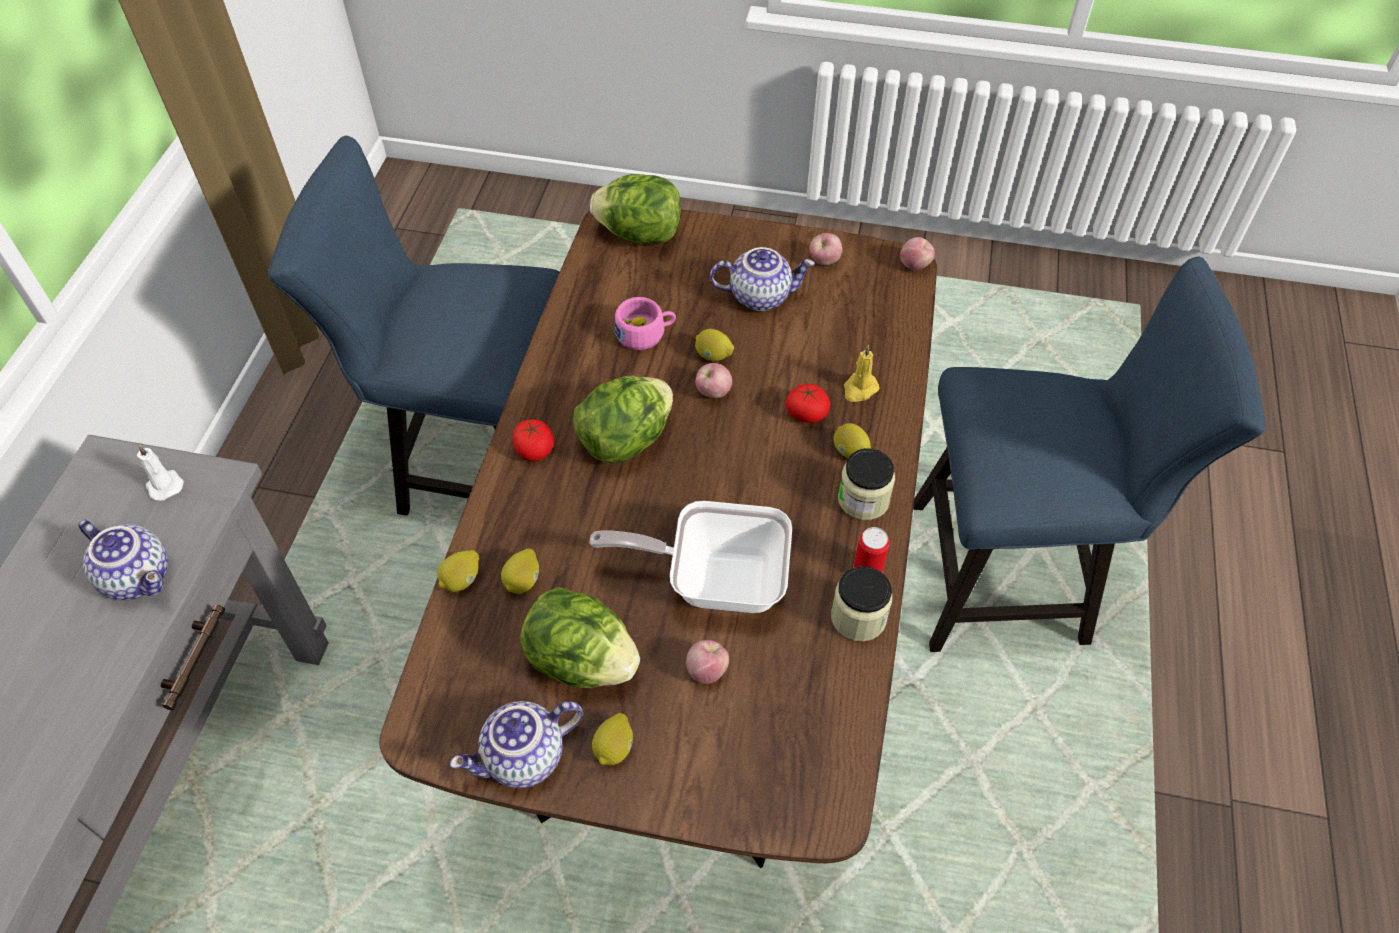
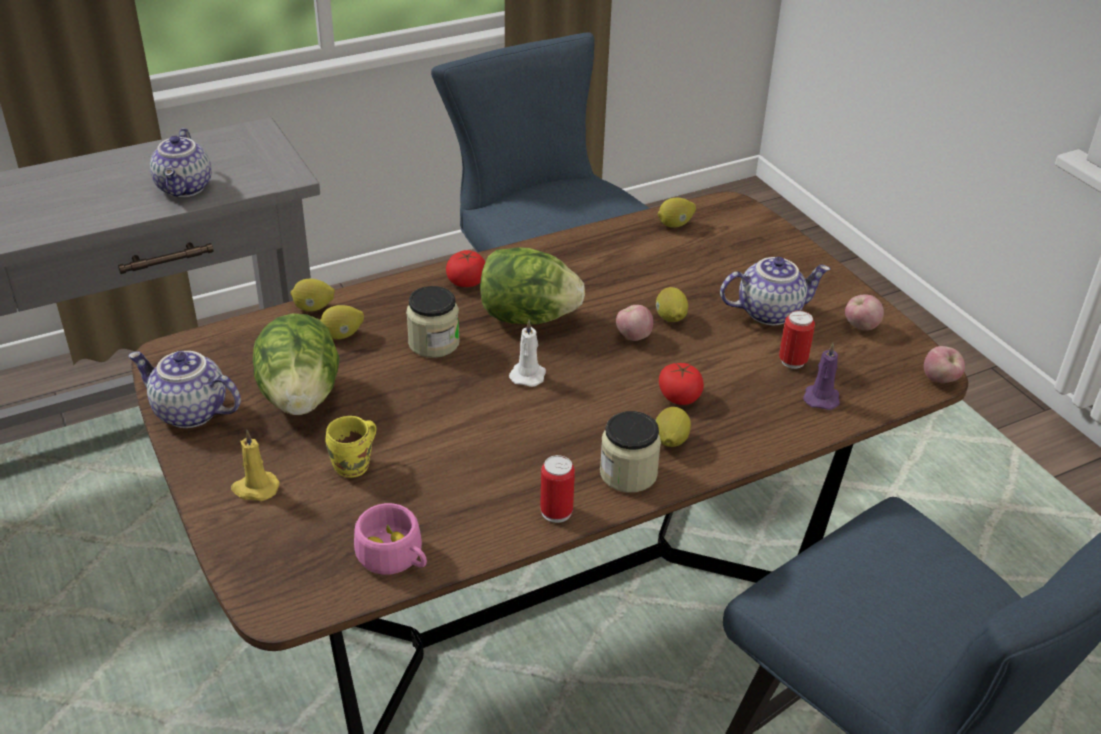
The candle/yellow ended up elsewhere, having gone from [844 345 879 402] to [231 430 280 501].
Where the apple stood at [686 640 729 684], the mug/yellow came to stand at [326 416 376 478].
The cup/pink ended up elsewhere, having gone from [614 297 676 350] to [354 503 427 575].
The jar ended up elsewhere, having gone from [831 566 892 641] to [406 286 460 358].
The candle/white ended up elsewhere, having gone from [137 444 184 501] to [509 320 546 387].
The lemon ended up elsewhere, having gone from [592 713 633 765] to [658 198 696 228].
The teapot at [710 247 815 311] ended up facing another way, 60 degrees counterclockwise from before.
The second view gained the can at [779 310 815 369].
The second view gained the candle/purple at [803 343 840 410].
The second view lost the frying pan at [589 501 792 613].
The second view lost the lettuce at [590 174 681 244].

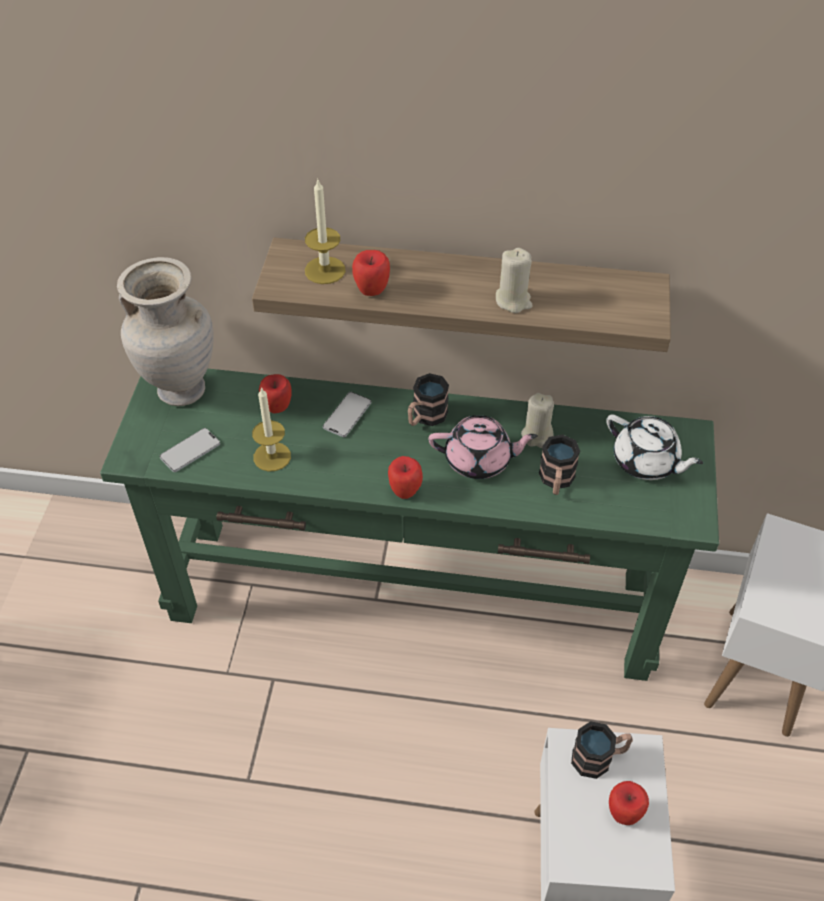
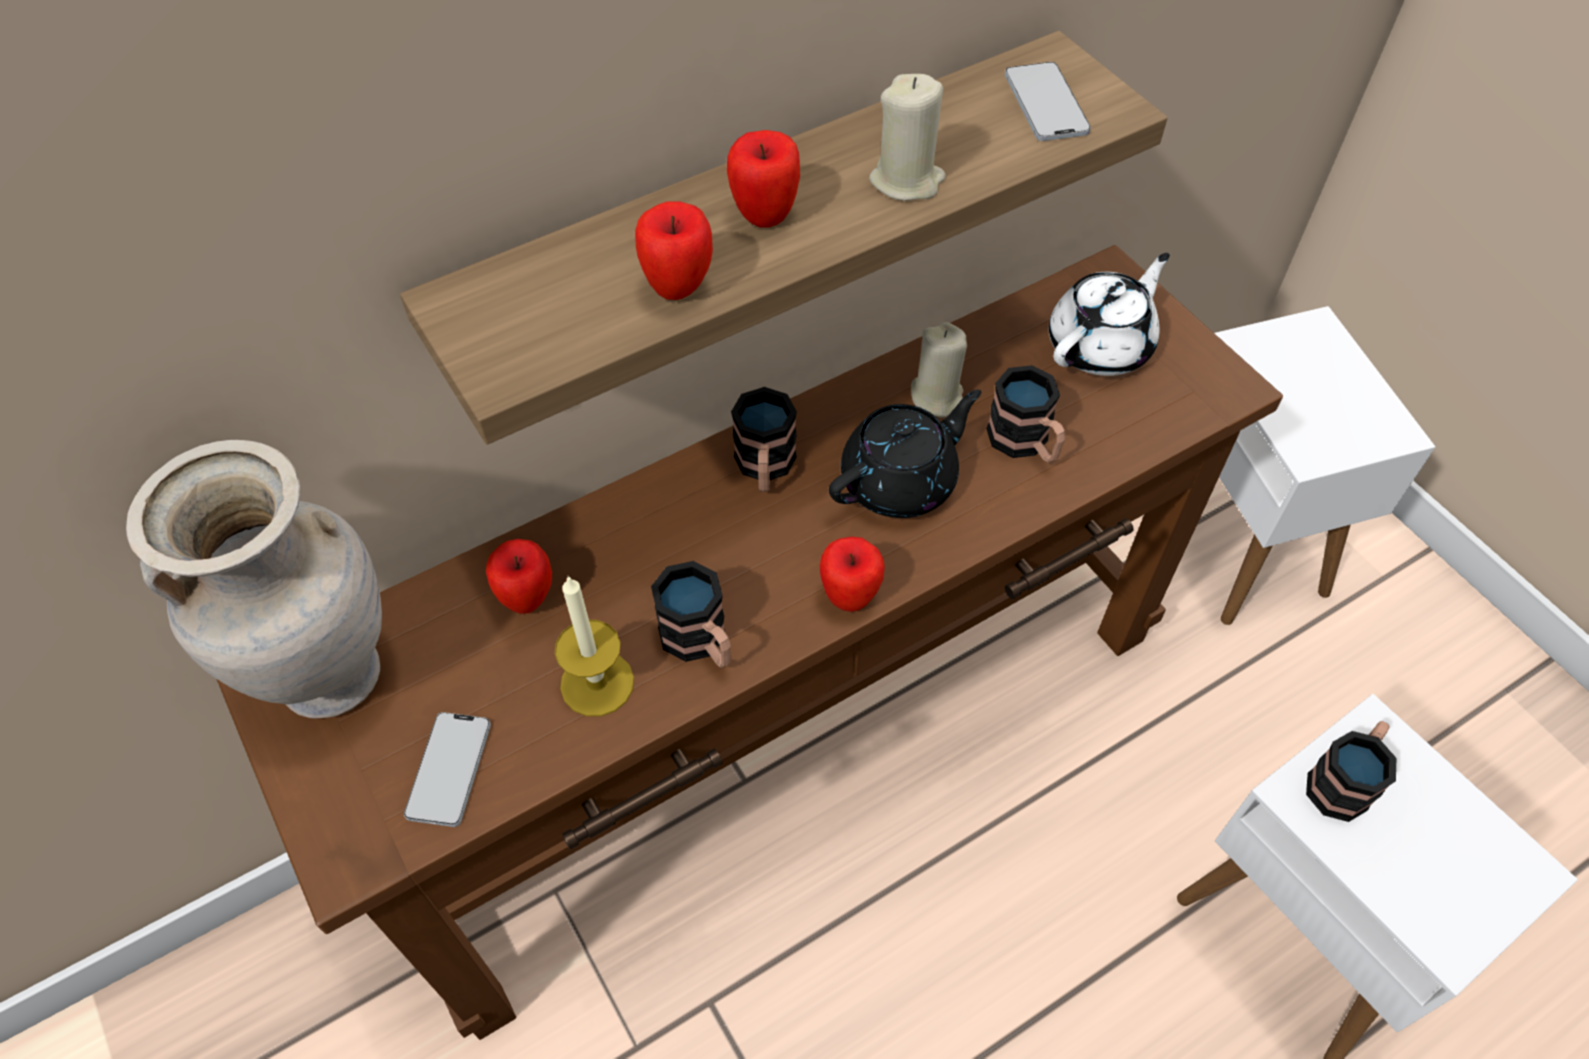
What was the console table/green at [100 369 719 681] turned into the console table/brown at [217 245 1283 1040].
The second view gained the mug at [651 561 731 668].
The apple ended up elsewhere, having gone from [609 781 649 825] to [727 130 800 227].
What was the teapot/pink at [429 415 538 479] turned into the teapot/black at [829 390 981 518].
The phone ended up elsewhere, having gone from [323 392 371 437] to [1005 62 1091 141].
The teapot/white at [606 414 703 480] ended up facing another way, 45 degrees counterclockwise from before.
The second view lost the candle at [305 178 346 284].

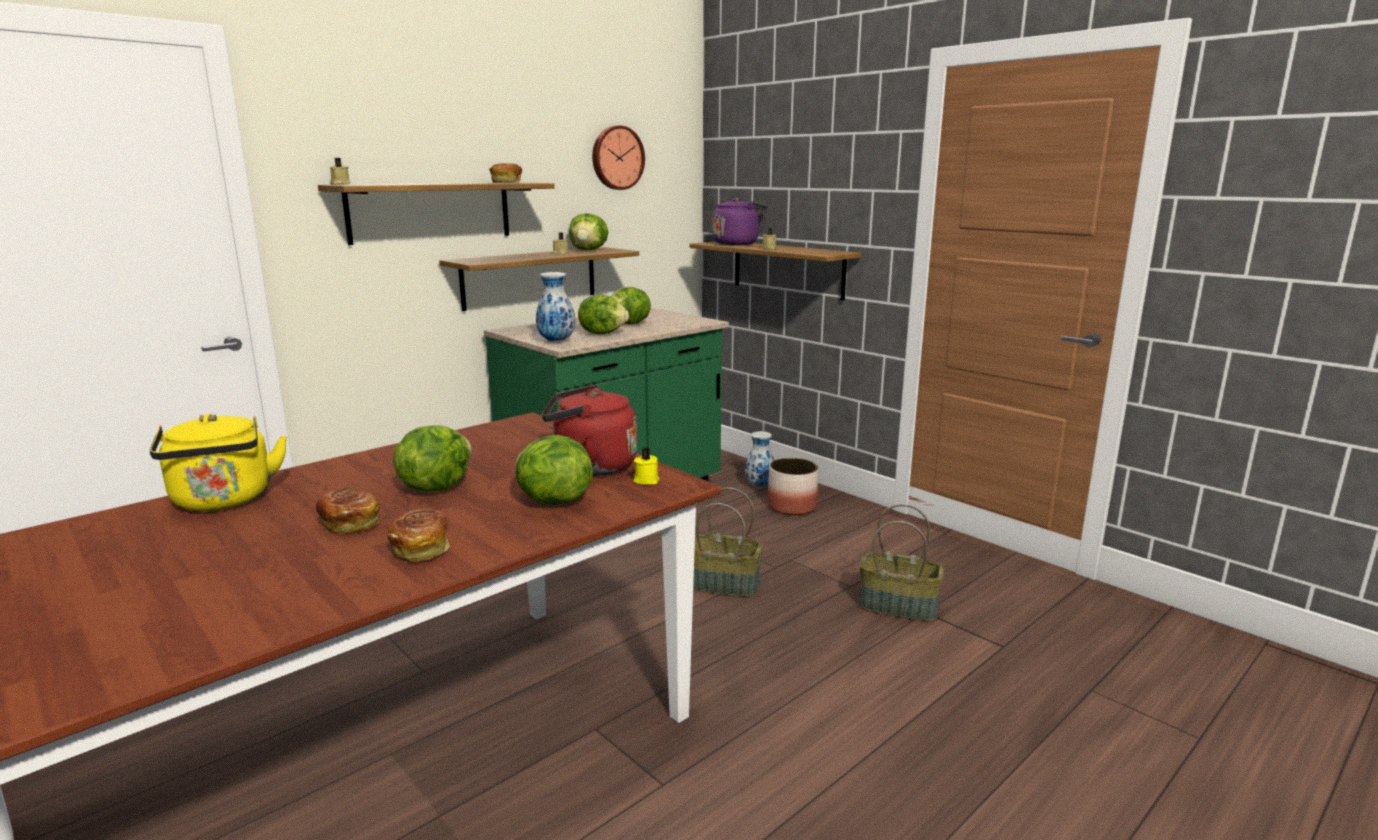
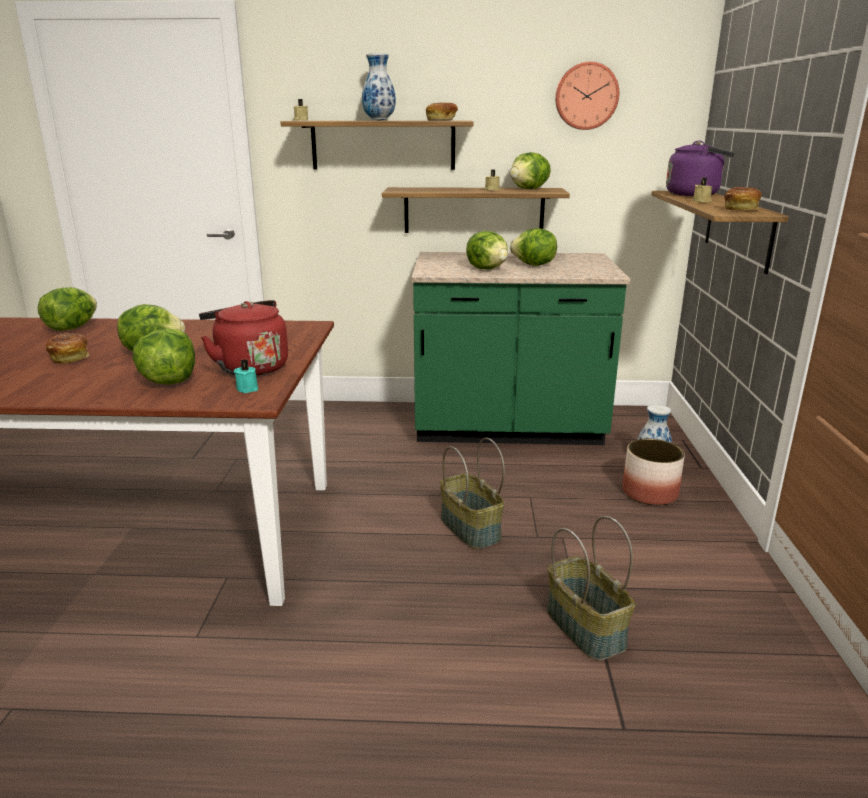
Where the kettle/yellow stood at [150 414 287 511], the lettuce came to stand at [38 287 97 331].
What was the candle/yellow at [633 447 659 485] turned into the candle/turquoise at [234 359 258 393].
The vase ended up elsewhere, having gone from [536 272 575 343] to [362 53 396 121].
The bread ended up elsewhere, having gone from [387 508 450 562] to [724 187 762 210].

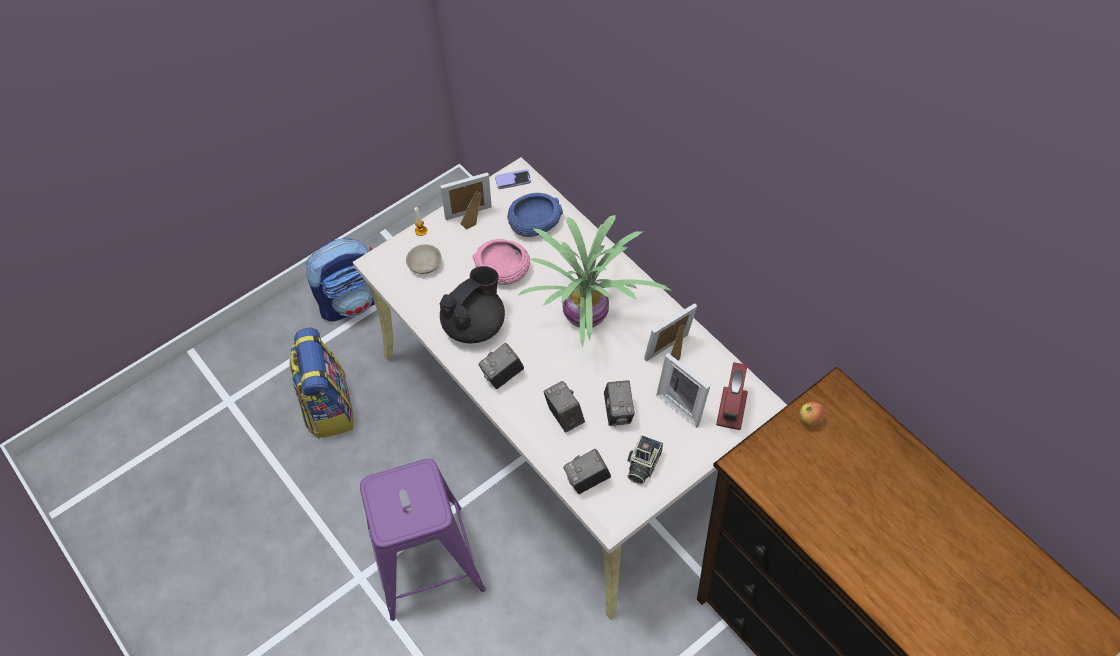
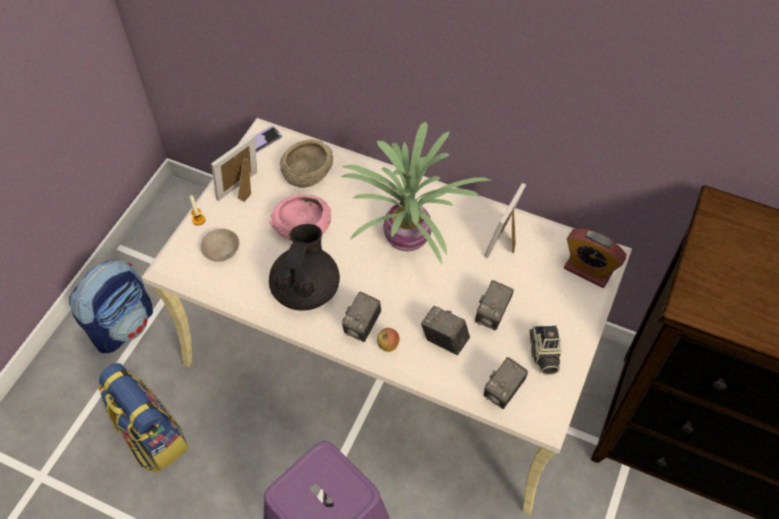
What was the bowl/blue at [507 193 563 237] turned into the bowl/beige at [280 140 333 188].
The apple ended up elsewhere, having gone from [799 402 825 427] to [377 328 400 352].
The photo camera at [604 381 635 427] ended up facing another way, 60 degrees clockwise from before.
The alarm clock at [716 362 748 430] ended up facing another way, 45 degrees counterclockwise from before.
The second view lost the picture frame at [656 353 710 428].

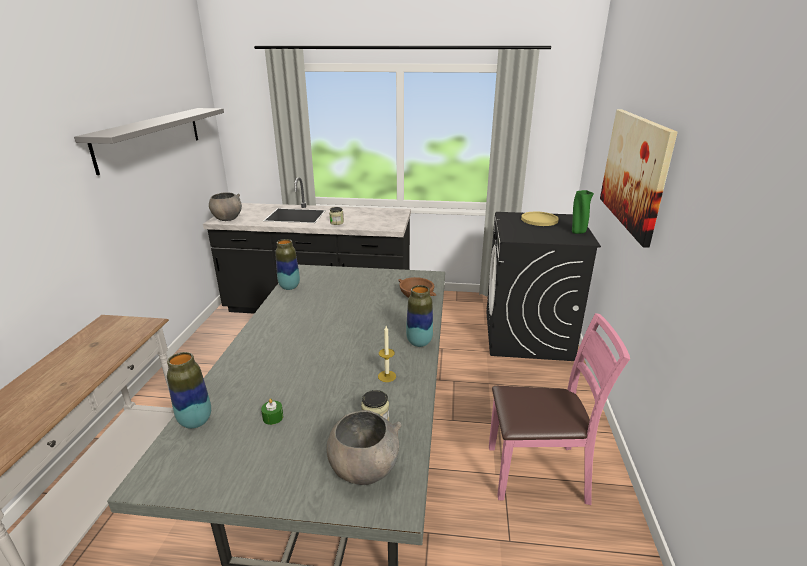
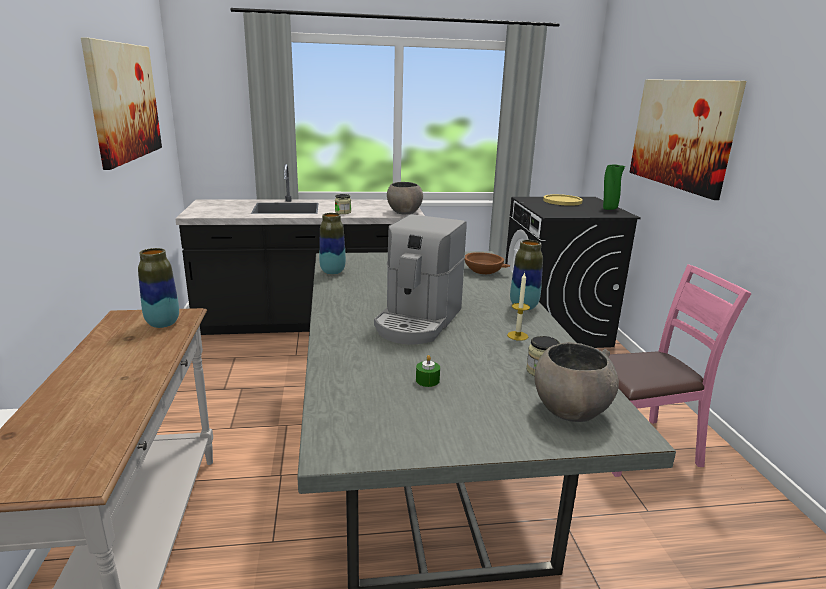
Where the shelf/grey hung at [74 108 224 175], the picture came to hang at [81 37 162 170].
The vase ended up elsewhere, having gone from [167 352 211 429] to [138 248 179 328].
The second view gained the coffee machine at [374 214 467 344].
The bowl/grey ended up elsewhere, having gone from [209 192 242 221] to [387 182 423 214].

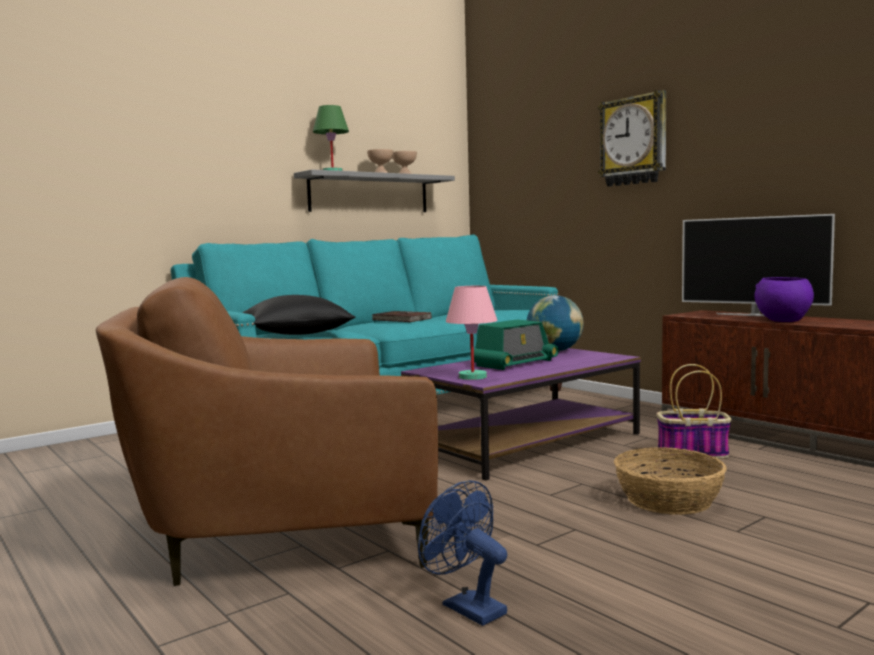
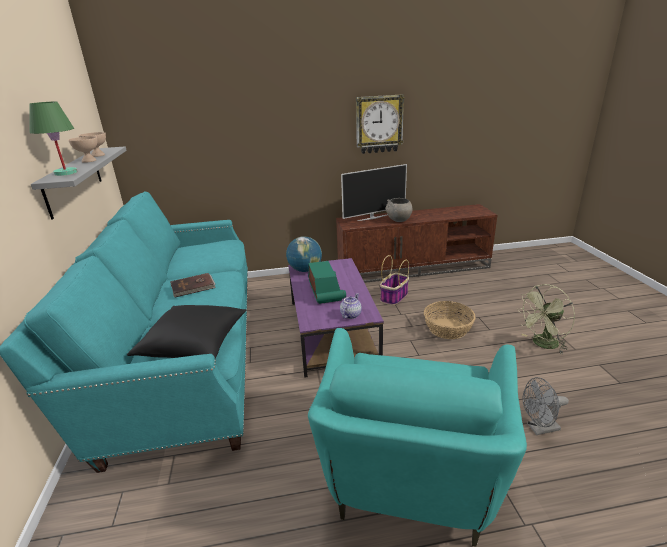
What was the armchair/brown at [96 277 438 586] turned into the armchair/turquoise at [308 328 527 547].
Where the table lamp/pink stood at [446 286 498 380], the teapot came to stand at [340 293 362 319].
The wall clock ended up elsewhere, having gone from [598 90 666 187] to [356 94 405 154].
What was the bowl/purple at [754 277 814 322] turned into the bowl/grey at [385 198 413 222].
The second view gained the fan/green at [517 284 575 354].
What was the fan/blue at [418 480 507 626] turned into the fan/grey at [523 377 569 435].

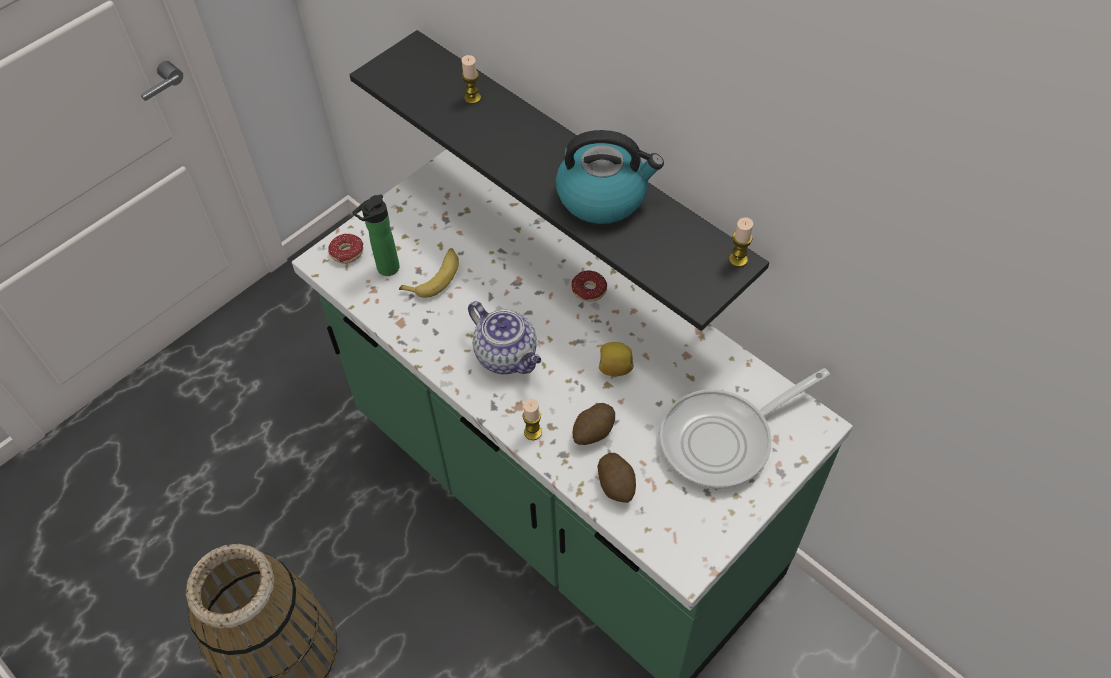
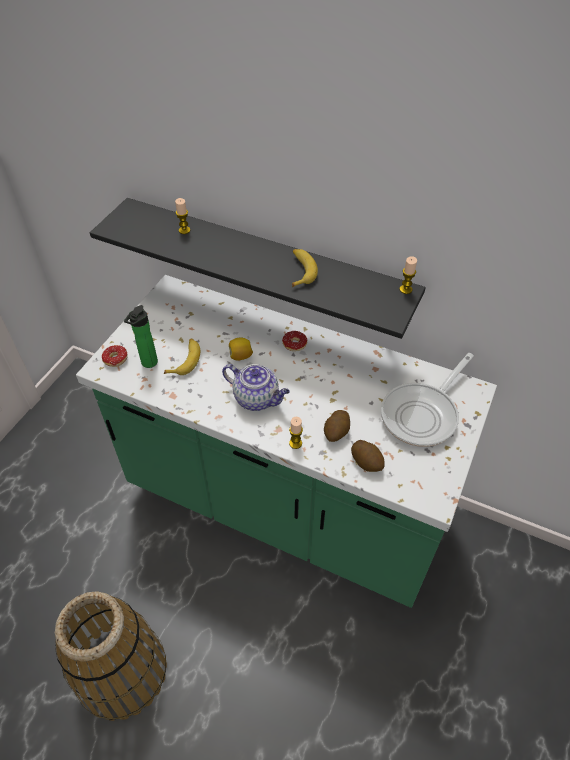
The lemon ended up elsewhere, having gone from [599 342 634 376] to [229 337 253 360].
Where the kettle stood at [556 130 664 224], the banana came to stand at [292 249 318 287].

